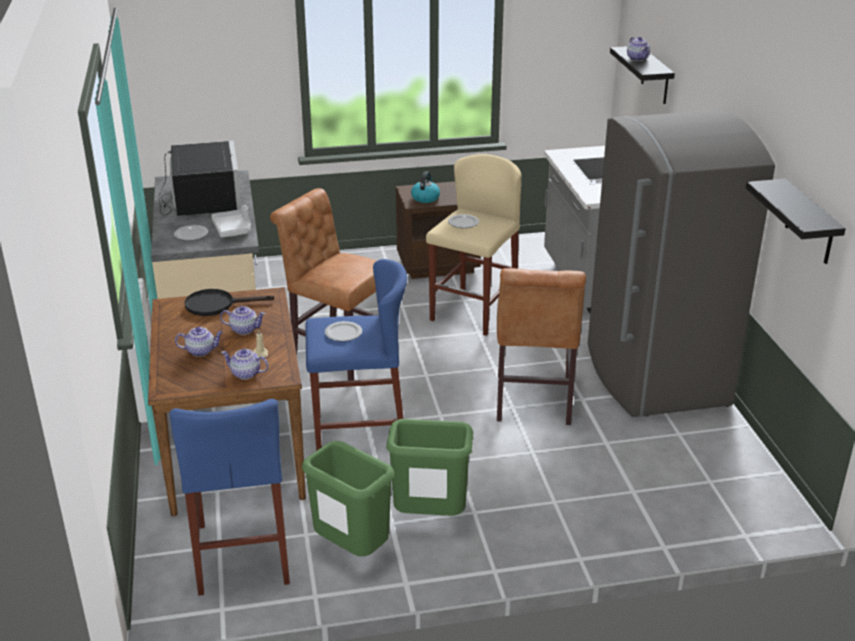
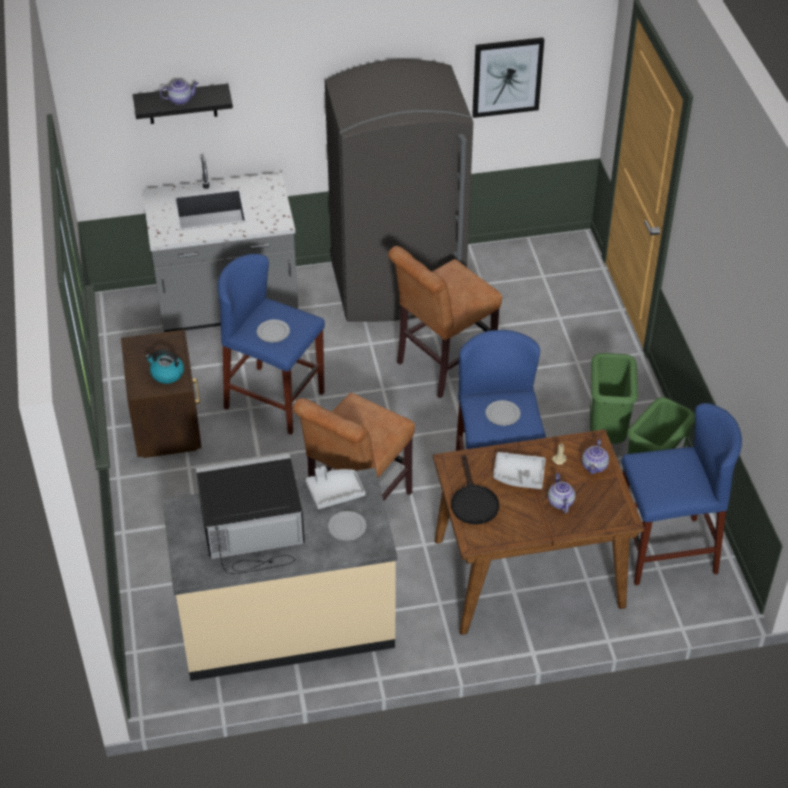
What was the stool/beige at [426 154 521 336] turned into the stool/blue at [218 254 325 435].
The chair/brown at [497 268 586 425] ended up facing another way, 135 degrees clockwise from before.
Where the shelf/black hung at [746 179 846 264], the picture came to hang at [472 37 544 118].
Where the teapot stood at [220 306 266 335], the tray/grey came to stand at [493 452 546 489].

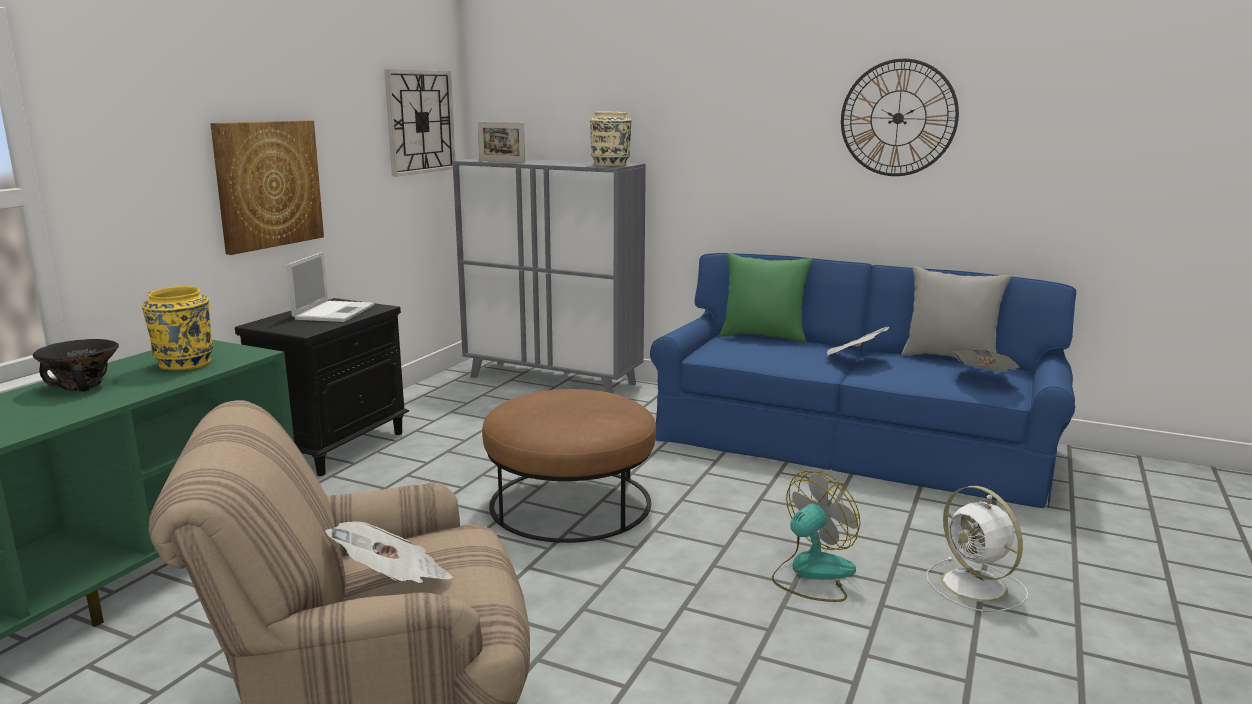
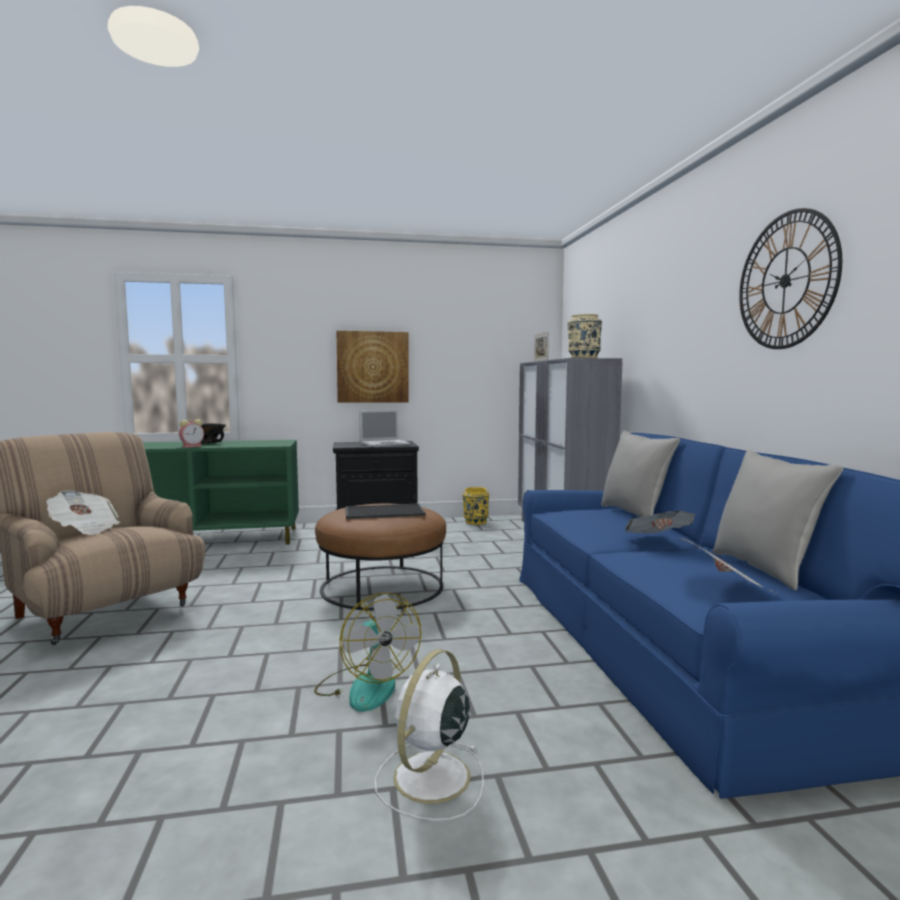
The second view gained the alarm clock at [179 419 204 448].
The fan at [772 471 860 602] ended up facing another way, 45 degrees clockwise from before.
The second view gained the tray at [345 503 426 519].
The vase/yellow ended up elsewhere, having gone from [142 286 214 371] to [462 487 489 525].
What was the pillow/green at [720 253 813 343] turned into the pillow/grey at [601 430 680 517].
The second view lost the wall clock at [384 69 455 177].

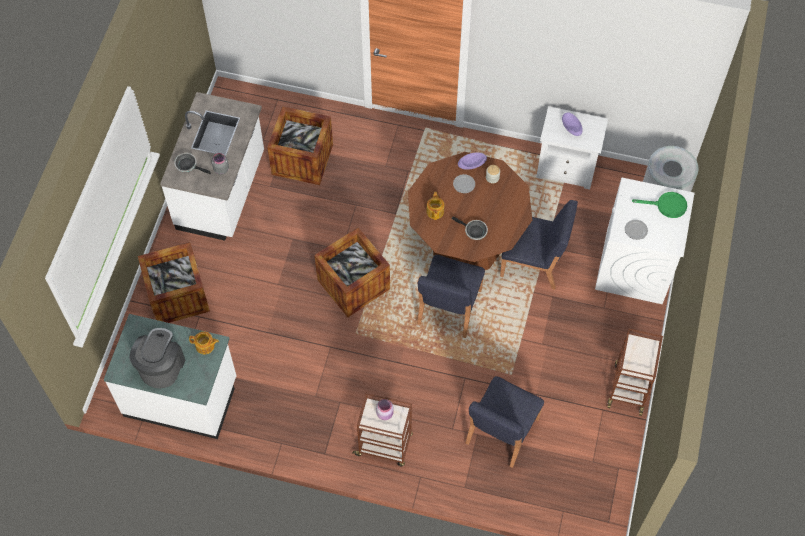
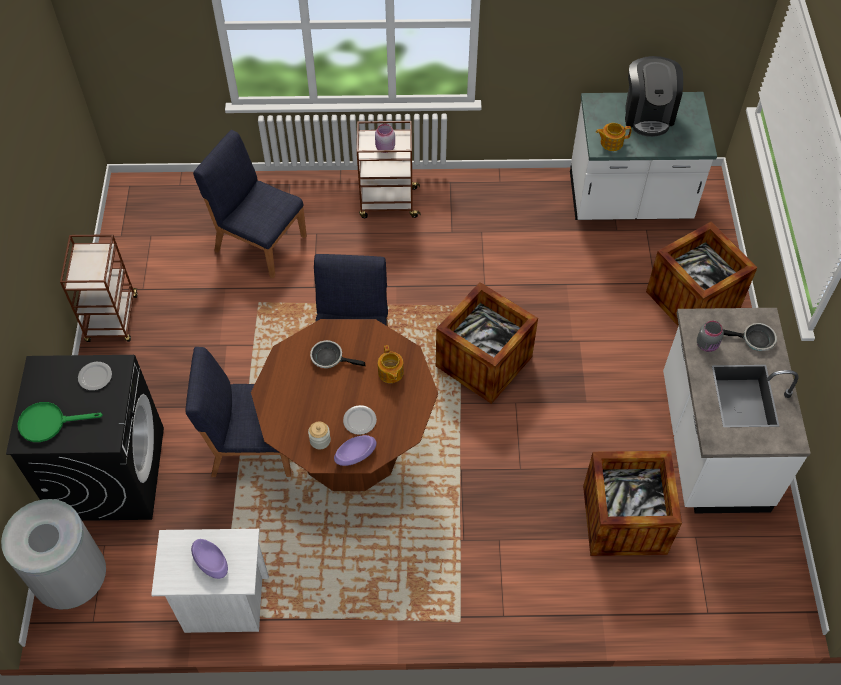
What was the washing machine/white at [595 178 694 304] turned into the washing machine/black at [6 355 164 521].
The chair/blue at [465 376 544 468] ended up facing another way, 75 degrees counterclockwise from before.

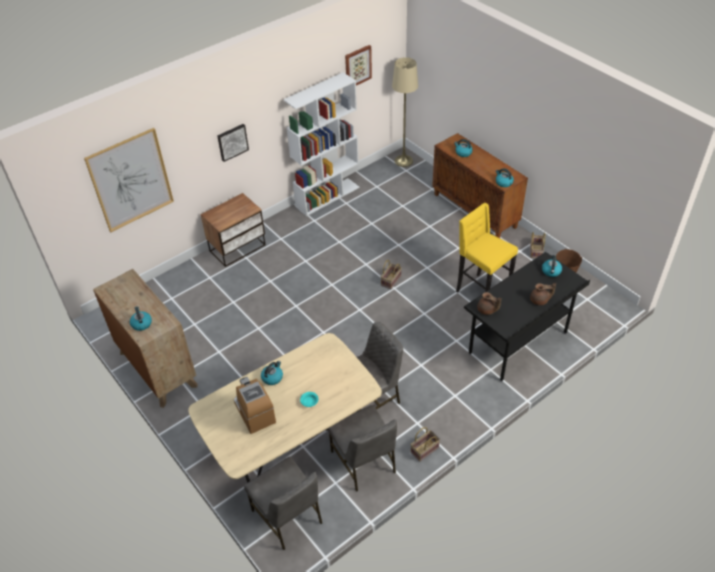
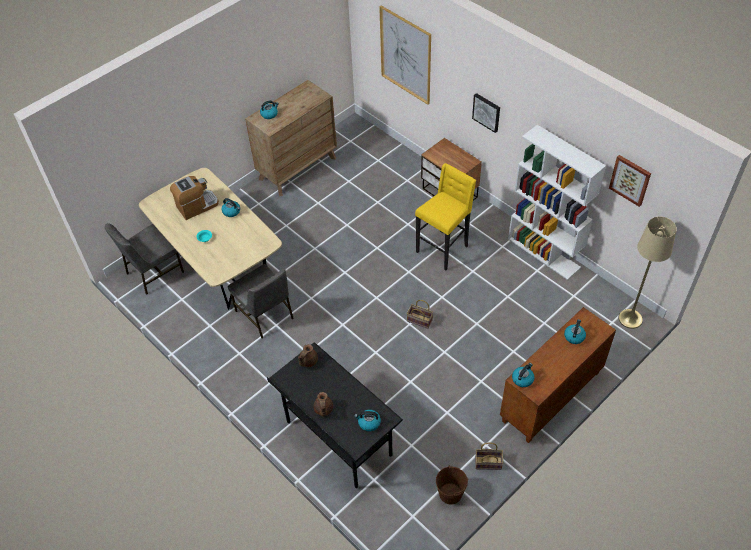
The stool/yellow ended up elsewhere, having gone from [456 203 518 293] to [415 163 476 270].
The second view lost the chair/grey at [328 405 397 492].
The second view lost the basket at [410 427 440 462].

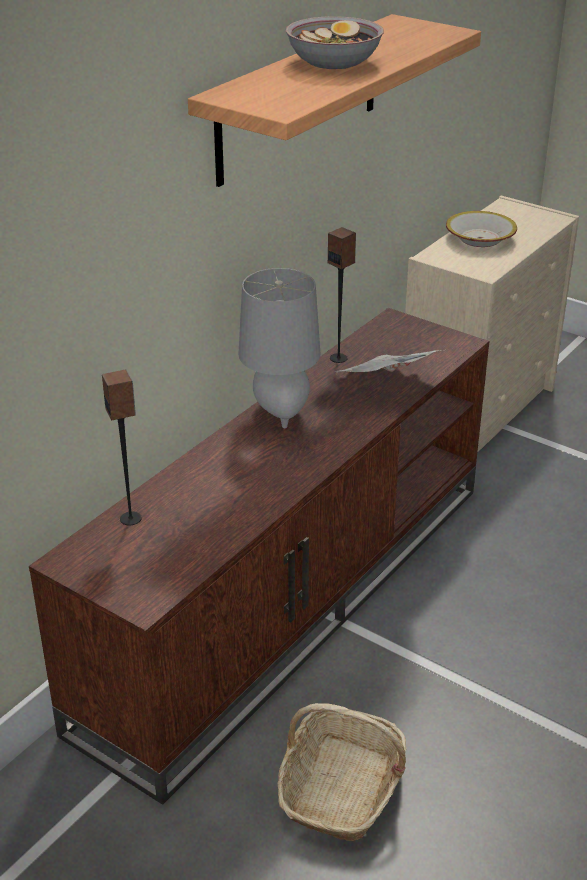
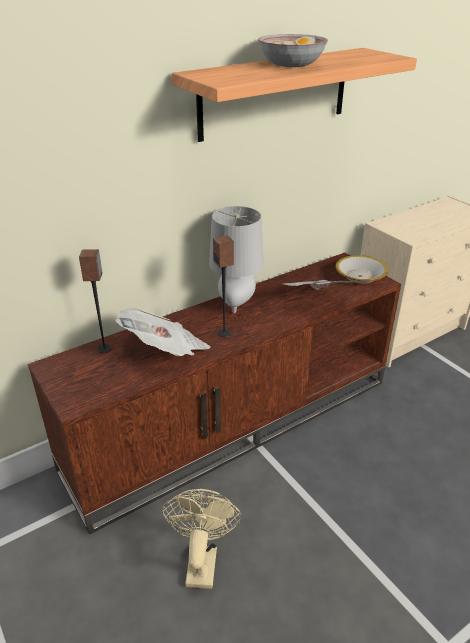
The second view gained the newspaper at [115 308 210 357].
Where the basket stood at [278 703 406 841], the fan/beige came to stand at [162 489 242 589].
The speaker ended up elsewhere, having gone from [328 227 356 363] to [213 235 234 337].
The bowl ended up elsewhere, having gone from [446 211 517 247] to [335 255 388 284].

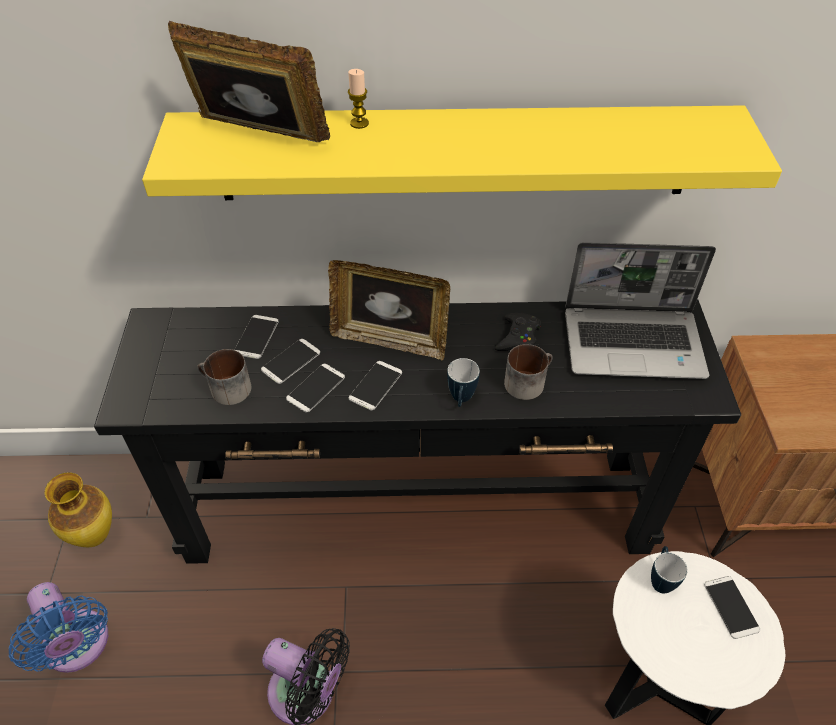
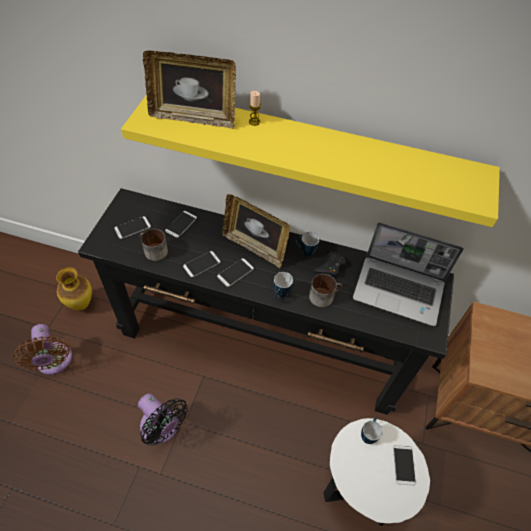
What was the fan/blue at [9 582 108 673] turned into the fan/brown at [13 324 72 375].
The phone ended up elsewhere, having gone from [261 339 320 384] to [114 216 151 239].
The picture frame at [168 21 330 142] ended up facing another way, 150 degrees clockwise from before.
The second view gained the mug at [295 232 319 256].

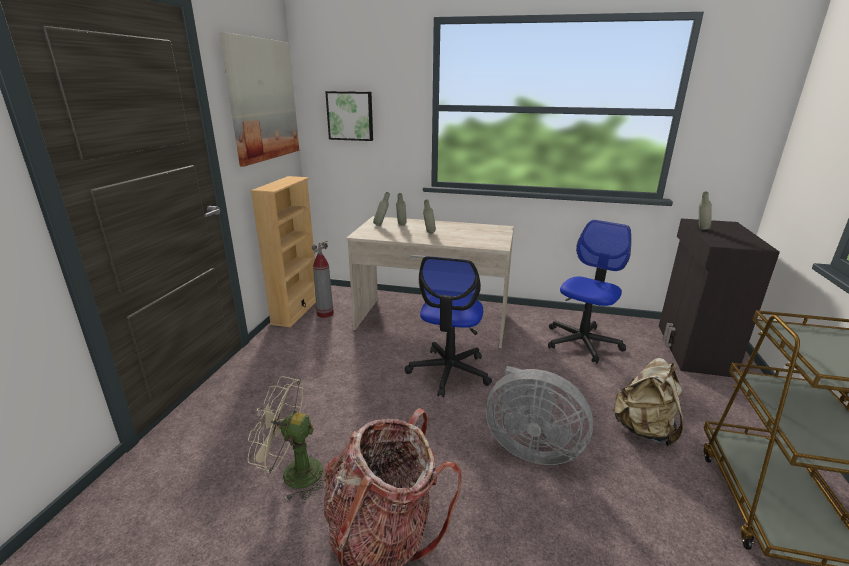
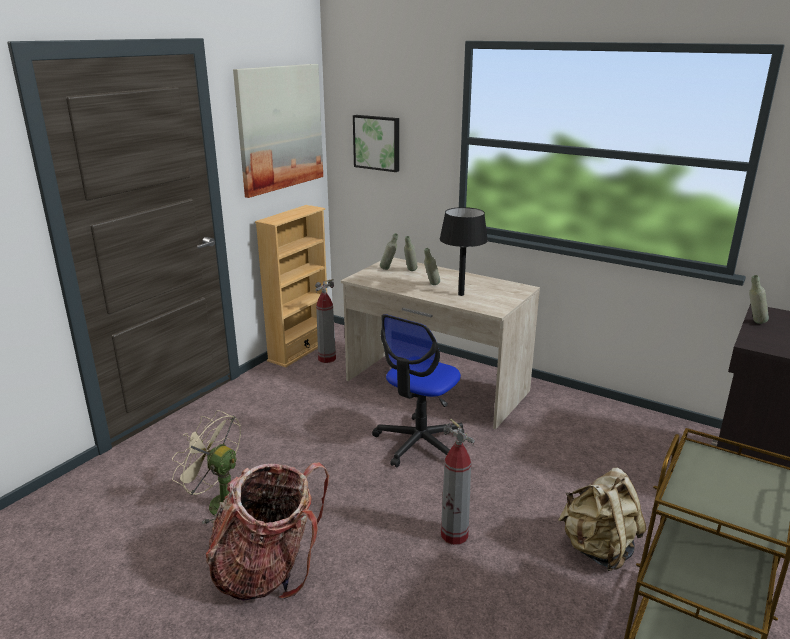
The second view gained the table lamp/black at [440 207 488 296].
Where the fan/grey stood at [486 366 593 465], the fire extinguisher came to stand at [441 419 475 545].
The second view lost the office chair at [548 220 631 363].

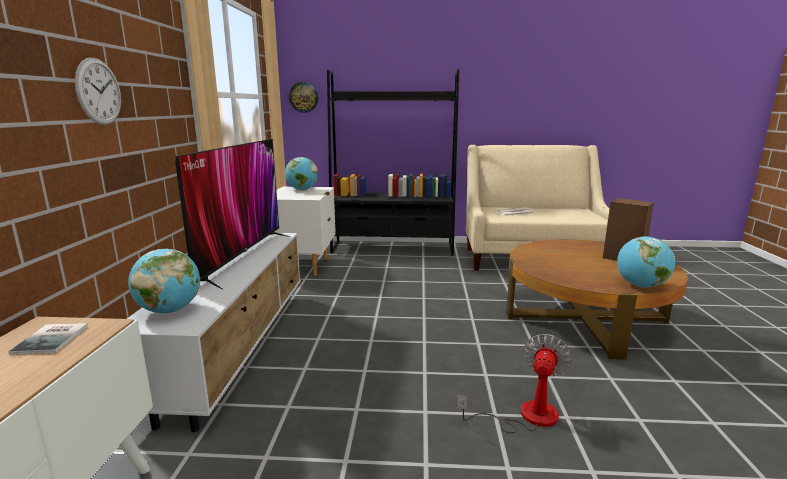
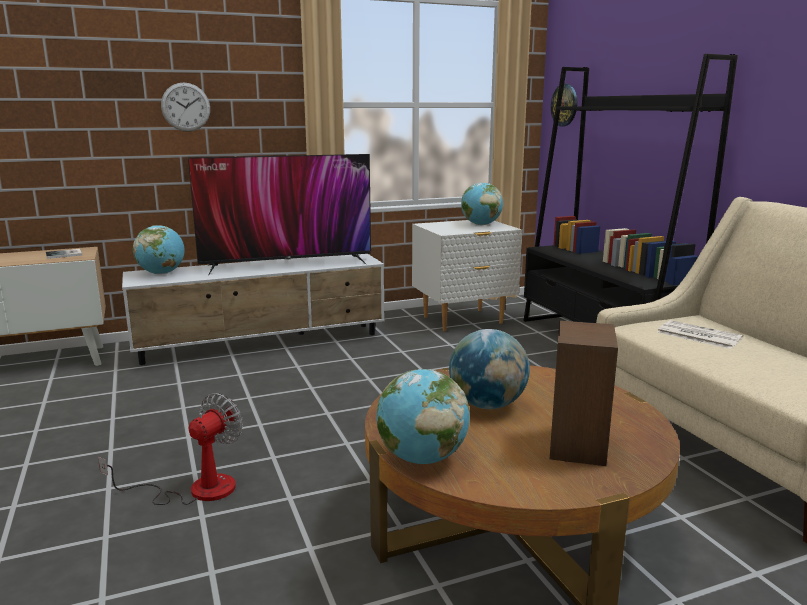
The fan at [457 334 572 433] ended up facing another way, 60 degrees counterclockwise from before.
The second view gained the globe at [449 329 530 409].

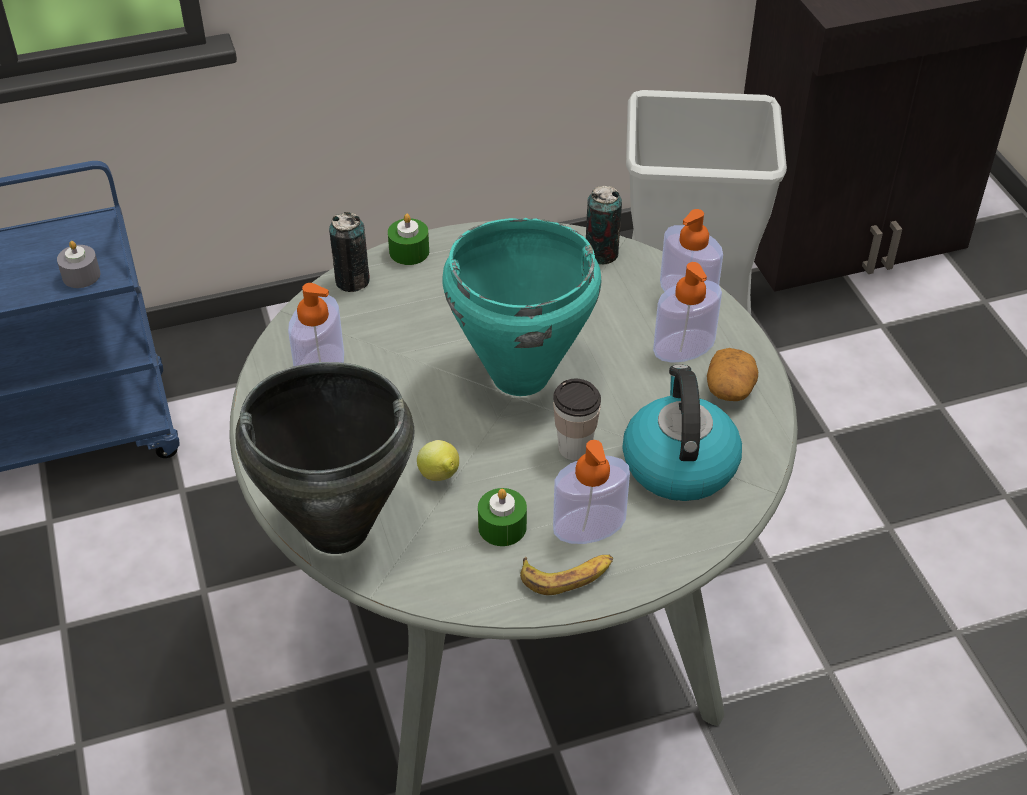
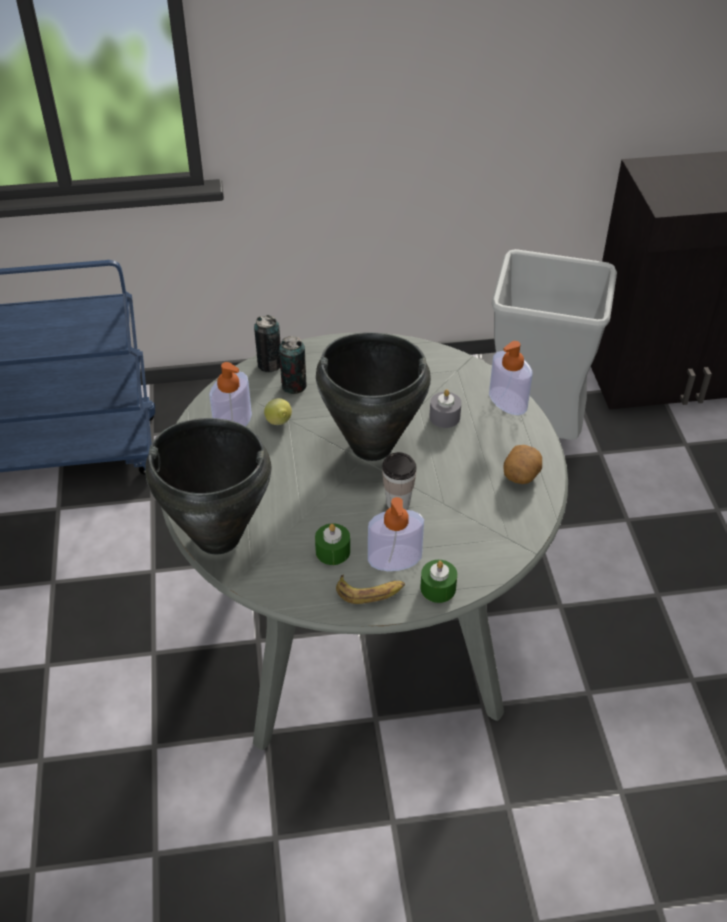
The lemon ended up elsewhere, having gone from [417 440 459 481] to [264 398 292 425].
The can ended up elsewhere, having gone from [586 186 622 265] to [279 336 307 394].
What was the cooking pot/turquoise at [442 218 601 396] turned into the cooking pot/black at [316 332 431 461].
The candle/green ended up elsewhere, having gone from [388 214 429 265] to [420 560 457 603].
The candle/grey ended up elsewhere, having gone from [57 241 100 288] to [429 389 462 428].
The second view lost the kettle at [623 364 742 501].
The second view lost the soap dispenser at [653 262 722 363].

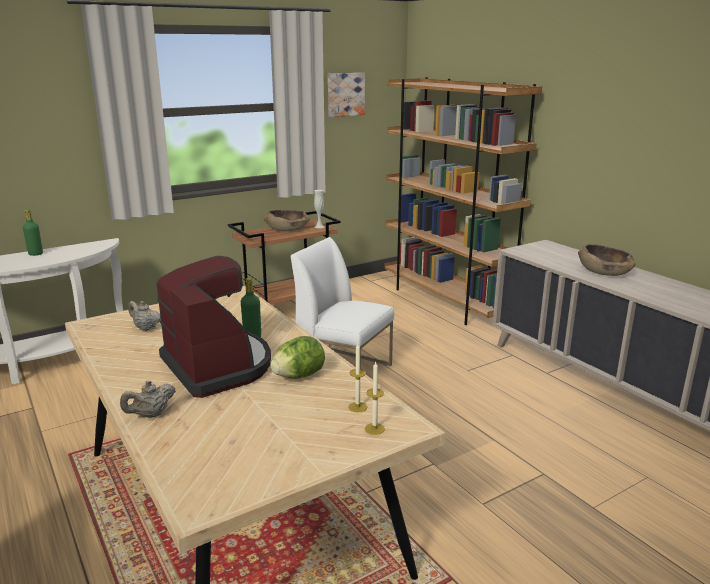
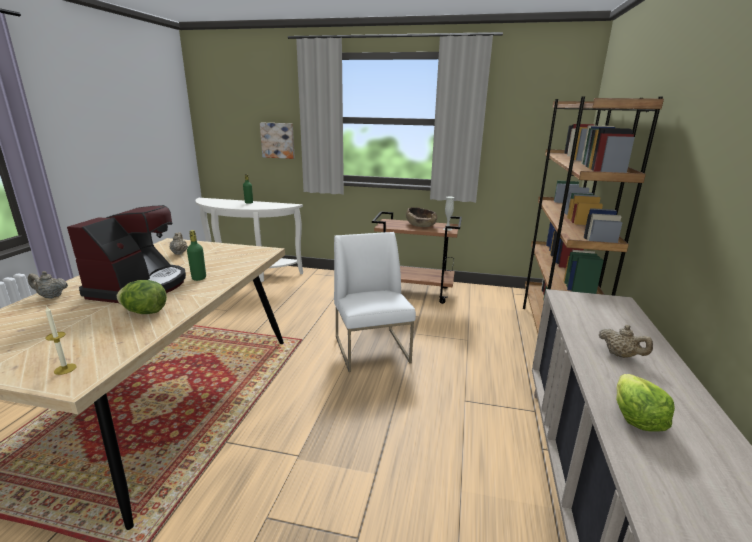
The picture ended up elsewhere, having gone from [328 73 365 117] to [260 123 295 159].
Where the bowl/brown stood at [578 244 635 276], the teapot/beige came to stand at [599 325 653 358].
The second view gained the lettuce at [616 374 675 432].
The second view lost the candle at [348 344 367 413].

